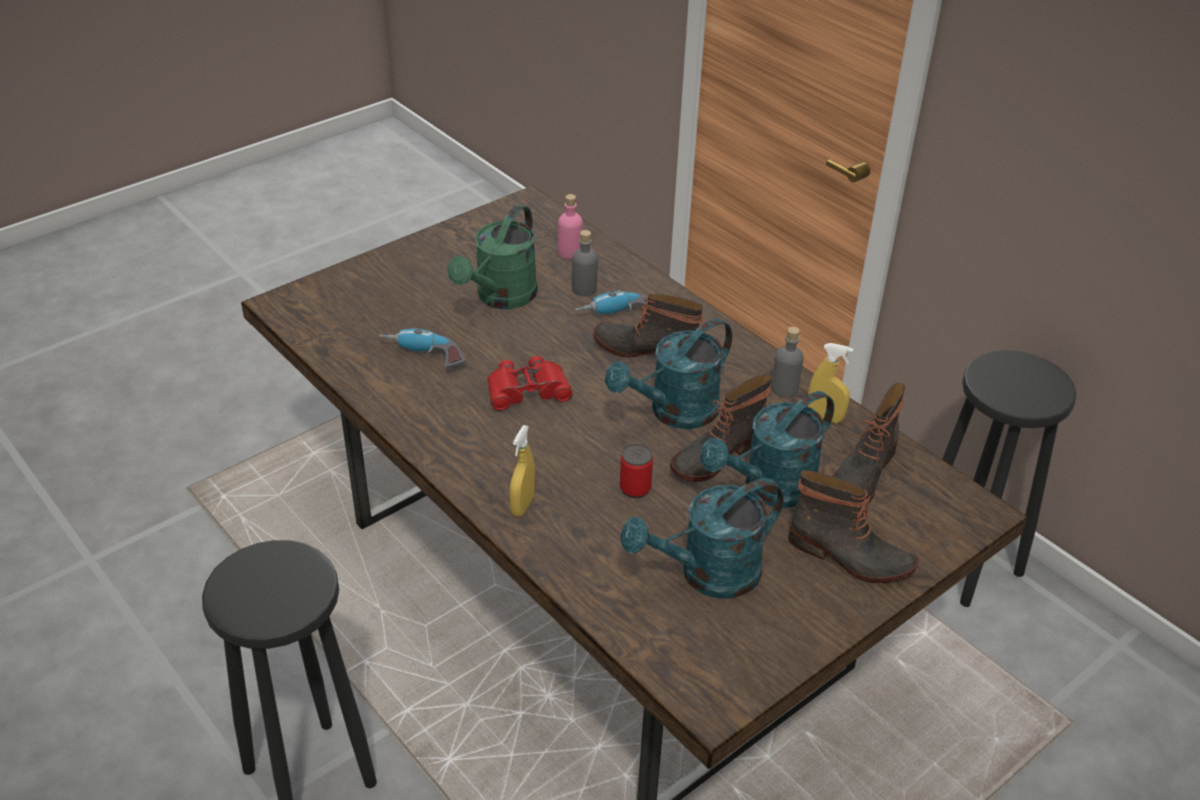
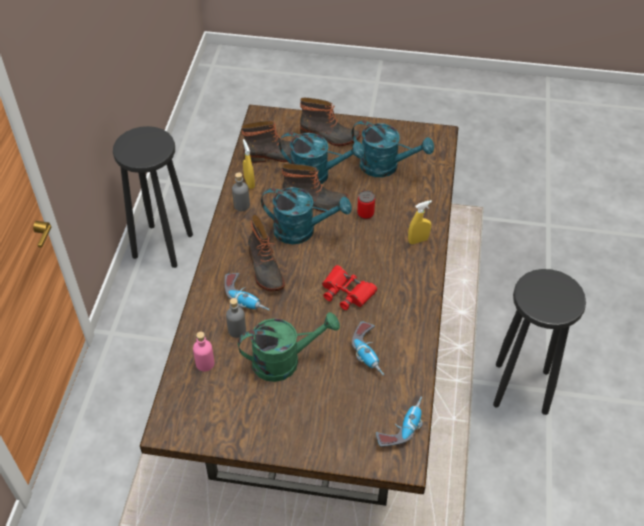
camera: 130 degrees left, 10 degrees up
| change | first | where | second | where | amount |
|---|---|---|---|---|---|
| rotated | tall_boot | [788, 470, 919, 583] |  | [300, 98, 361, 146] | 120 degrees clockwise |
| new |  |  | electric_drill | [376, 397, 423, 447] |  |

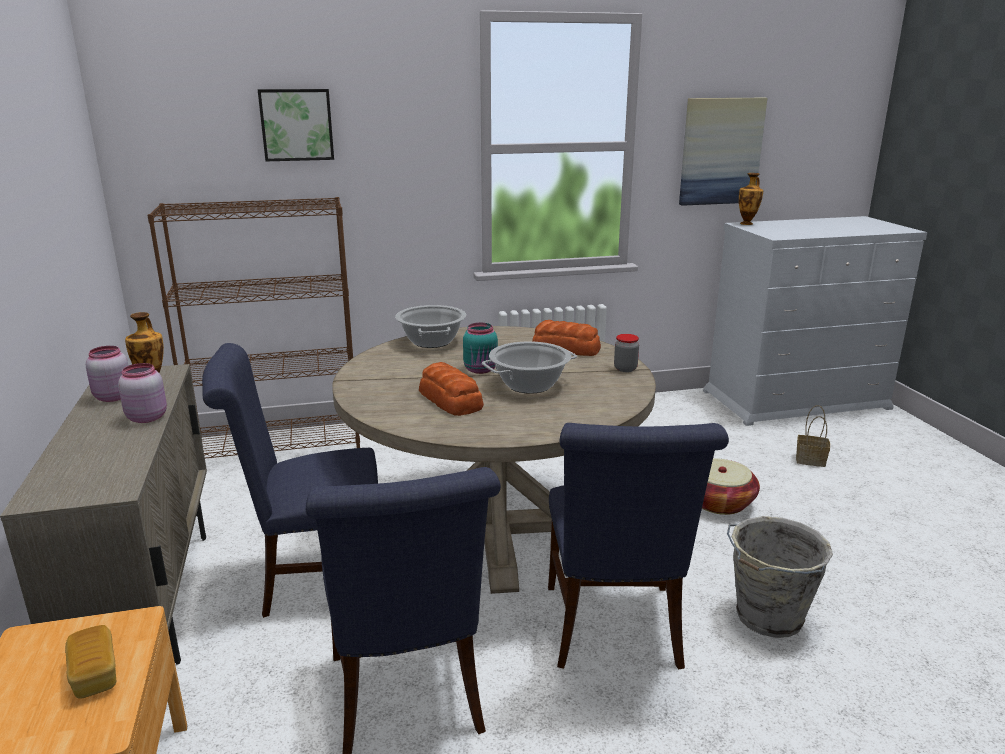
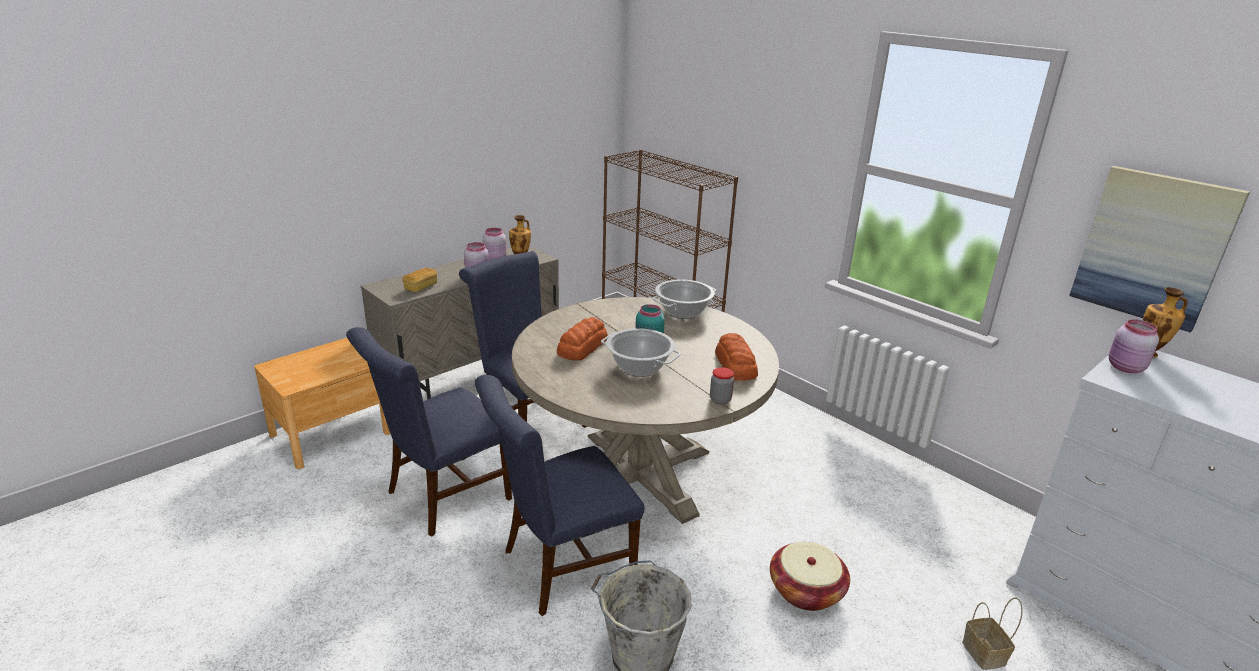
camera: 60 degrees right, 5 degrees up
| change | first | where | second | where | amount |
|---|---|---|---|---|---|
| shifted | bakery_bread | [65, 625, 116, 699] |  | [402, 268, 437, 292] |  |
| new |  |  | pink-coloured_preserve_jar | [1109, 319, 1159, 373] |  |
| gone | picture | [258, 89, 334, 161] |  |  |  |

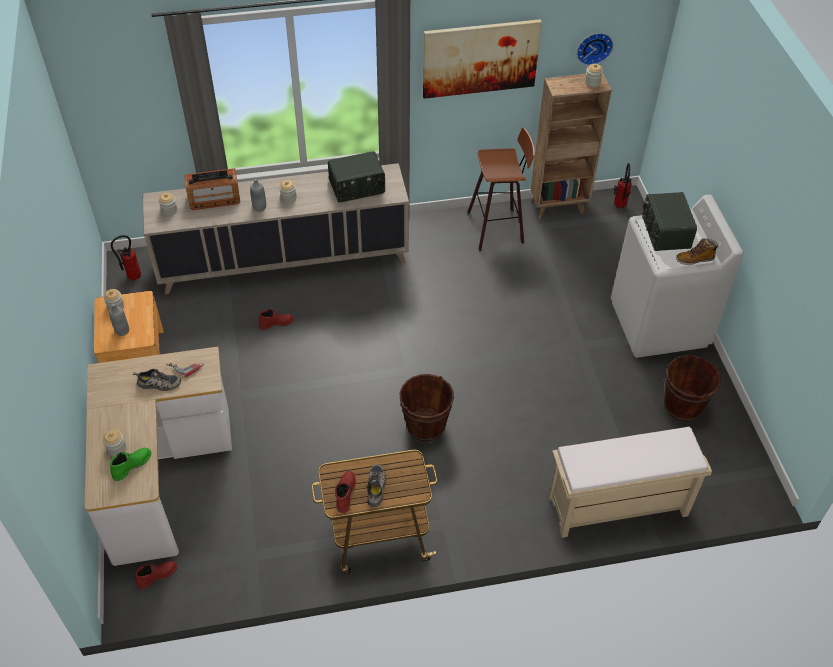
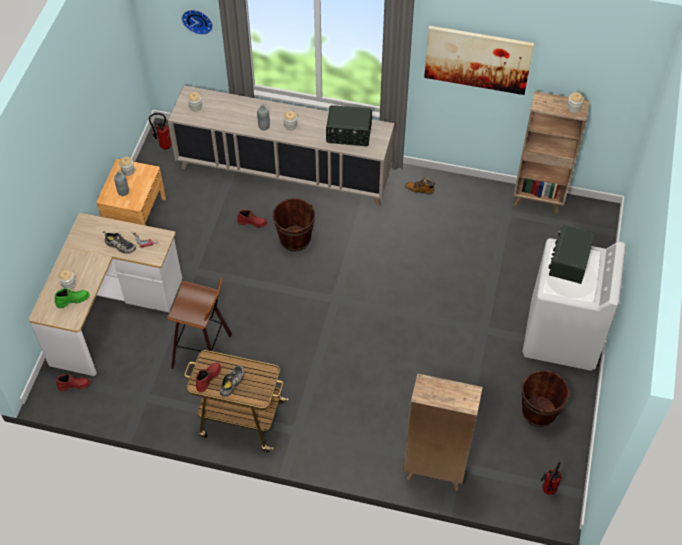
camera: 25 degrees right, 5 degrees up
| change | first | where | second | where | amount |
|---|---|---|---|---|---|
| shifted | sitting_stool | [468, 127, 535, 251] |  | [167, 277, 232, 369] |  |
| shifted | wall_clock | [577, 33, 613, 65] |  | [182, 10, 213, 35] |  |
| shifted | brownish_bucket | [400, 374, 454, 441] |  | [273, 198, 315, 251] |  |
| swapped | beige-coloured_bench | [549, 427, 712, 538] | brownish_bookcase | [403, 373, 483, 491] |  |
| shifted | tall_boot | [676, 238, 718, 265] |  | [405, 177, 436, 195] |  |
| shifted | extinguisher | [614, 163, 632, 208] |  | [541, 462, 562, 495] |  |
| gone | radio | [184, 168, 240, 210] |  |  |  |

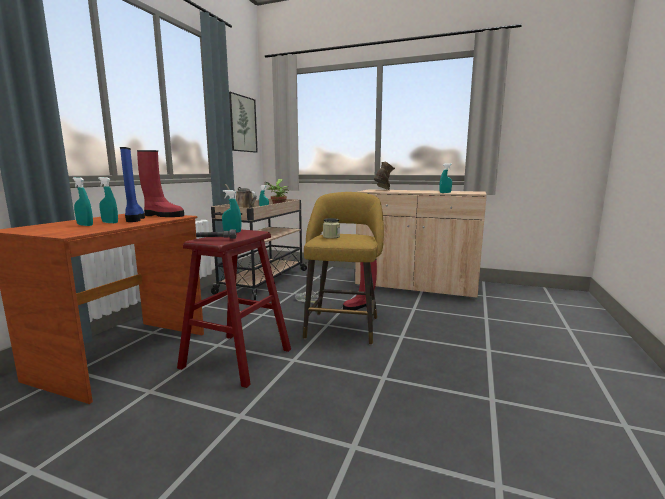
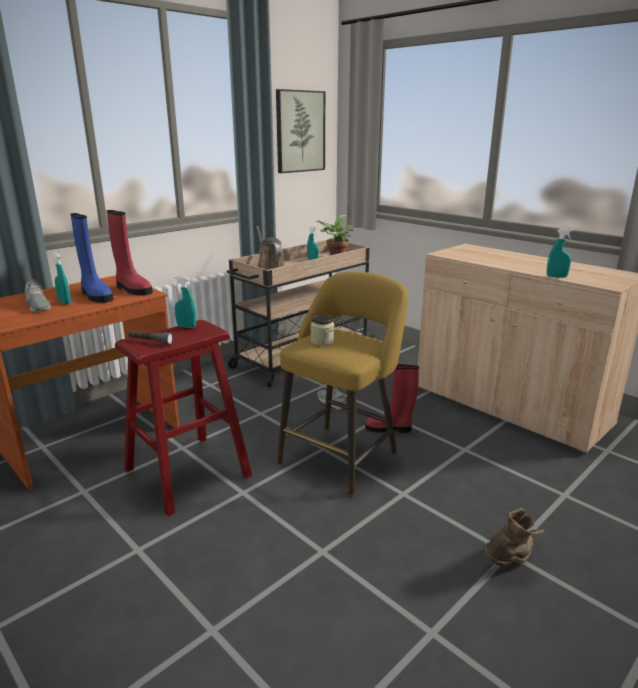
camera: 25 degrees right, 10 degrees up
| change | first | where | second | where | amount |
|---|---|---|---|---|---|
| swapped | blue-green_sprayer | [72, 177, 93, 226] | gray_shoe | [25, 280, 51, 311] |  |
| rotated | bluish_tall_boot | [120, 147, 145, 222] |  | [70, 213, 113, 303] | 135 degrees clockwise |
| shifted | brownish_tall_boot | [374, 162, 395, 190] |  | [482, 508, 544, 566] |  |

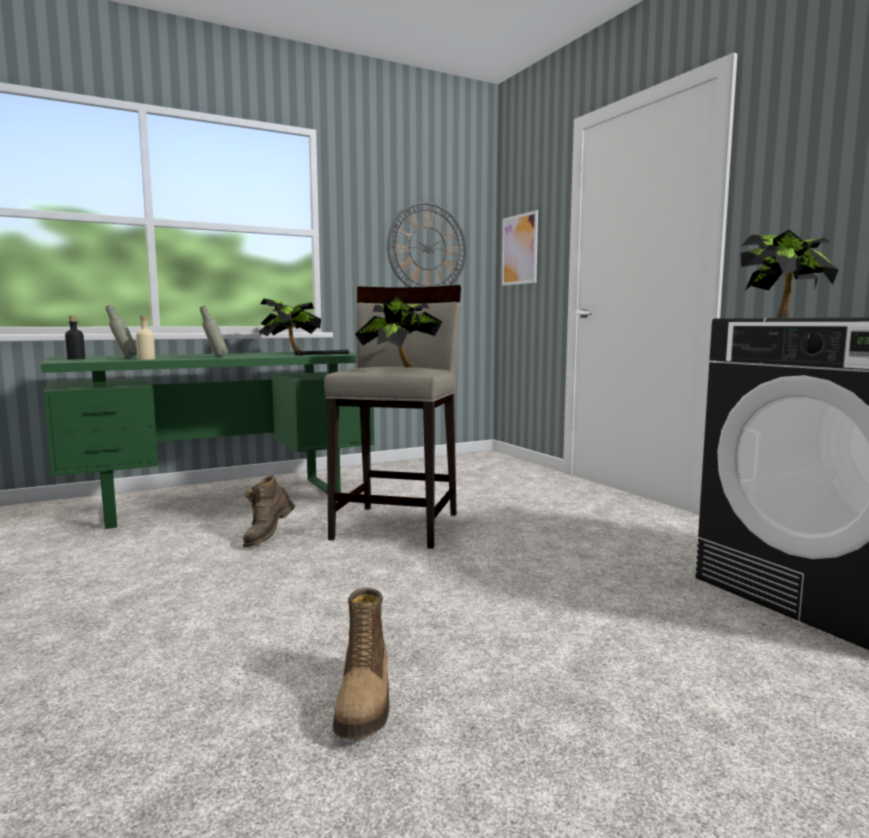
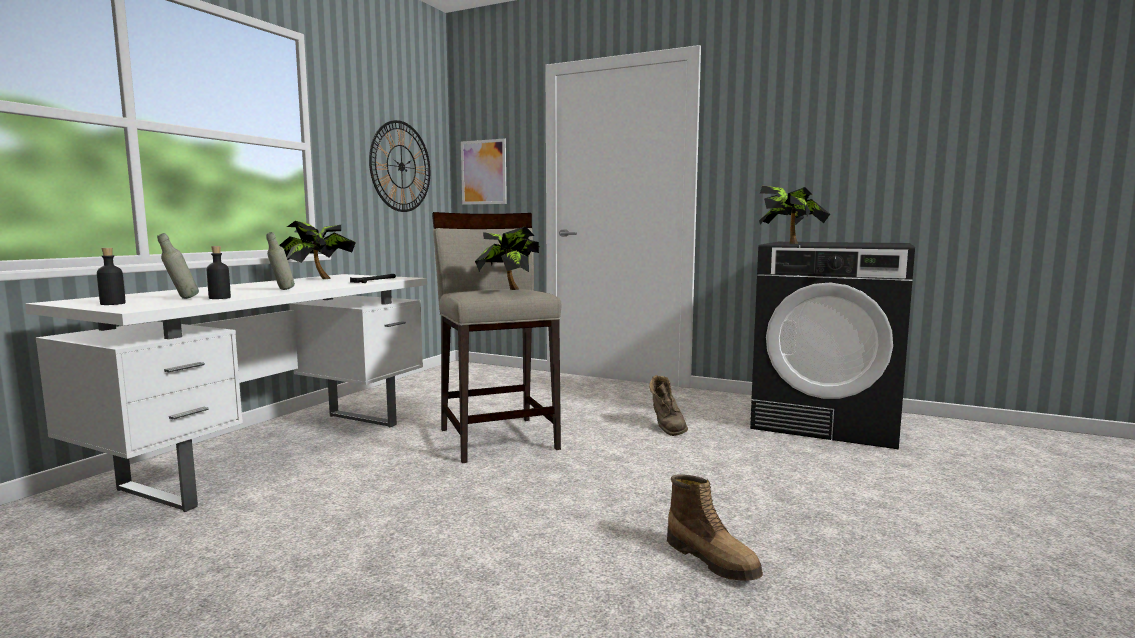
camera: 35 degrees left, 0 degrees up
| change | first | where | second | where | amount |
|---|---|---|---|---|---|
| repainted | green_desk | [41, 352, 375, 529] | whitish_desk | [25, 274, 427, 512] |  |
| repainted | beige-coloured_beverage_bottle | [136, 316, 155, 360] | blackish_beverage_bottle | [207, 246, 231, 299] |  |
| shifted | brownish_tall_boot | [243, 475, 295, 547] |  | [649, 375, 688, 436] |  |

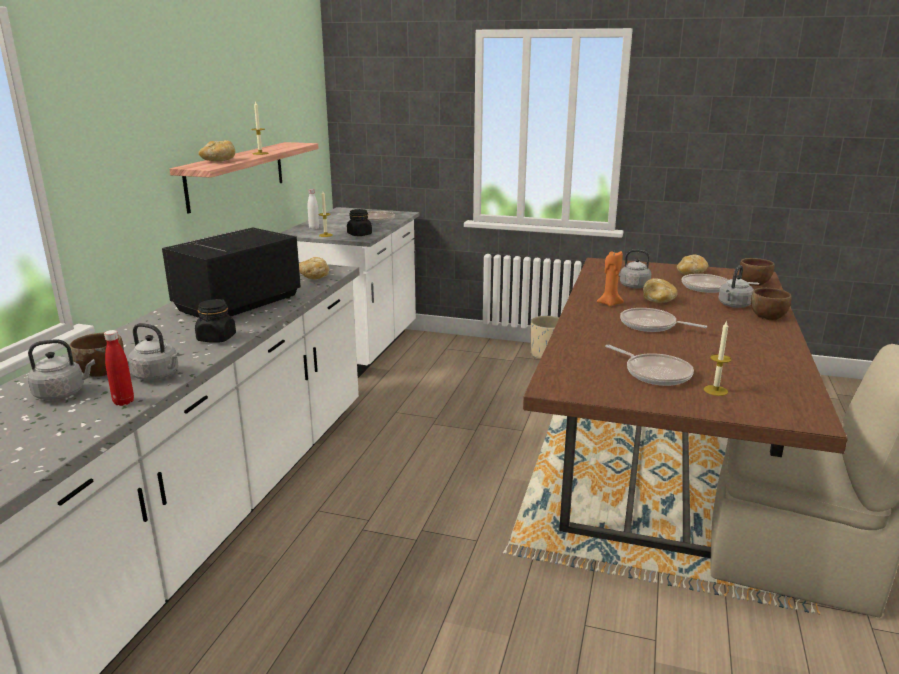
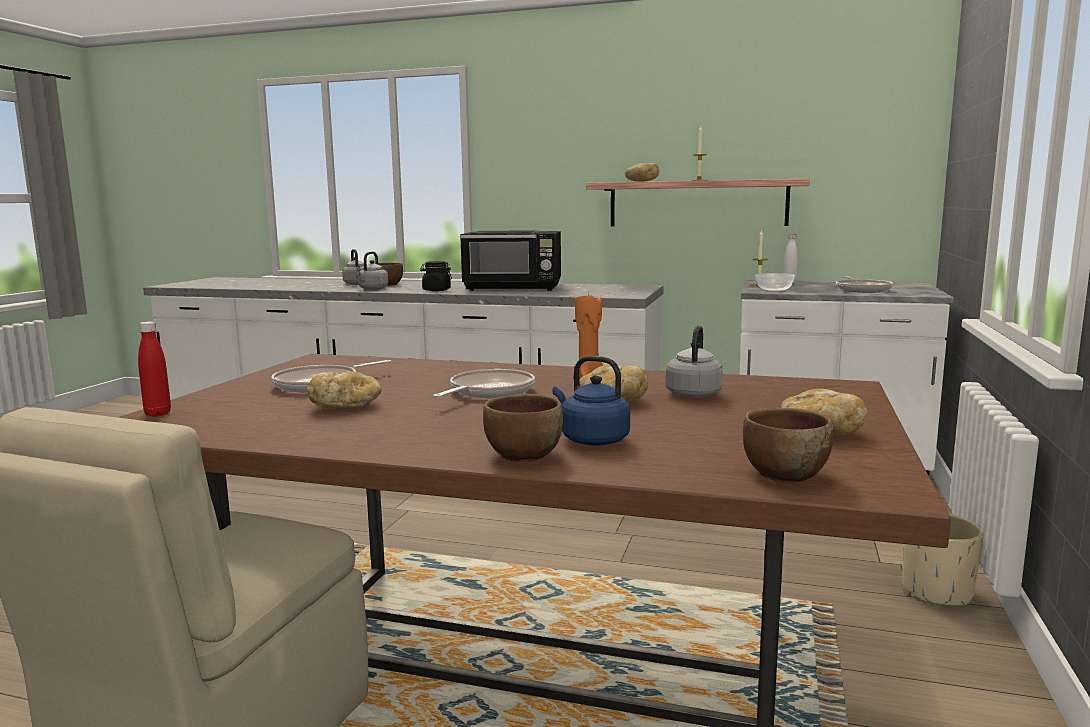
camera: 90 degrees right, 10 degrees down
| change | first | where | second | where | amount |
|---|---|---|---|---|---|
| shifted | red_beverage_bottle | [104, 330, 134, 406] |  | [138, 321, 171, 416] |  |
| shifted | bakery_bread | [299, 257, 329, 280] |  | [307, 372, 382, 408] |  |
| rotated | blackish_microwave | [162, 227, 301, 318] |  | [460, 230, 561, 291] | 150 degrees clockwise |
| repainted | gray_tea_kettle | [718, 265, 754, 308] | bluish_tea_kettle | [553, 356, 630, 446] |  |
| swapped | blackish_preserve_jar | [347, 209, 372, 236] | serving_bowl | [755, 273, 795, 291] |  |
| gone | skillet | [682, 274, 759, 293] |  |  |  |
| gone | wax_candle | [704, 320, 731, 396] |  |  |  |

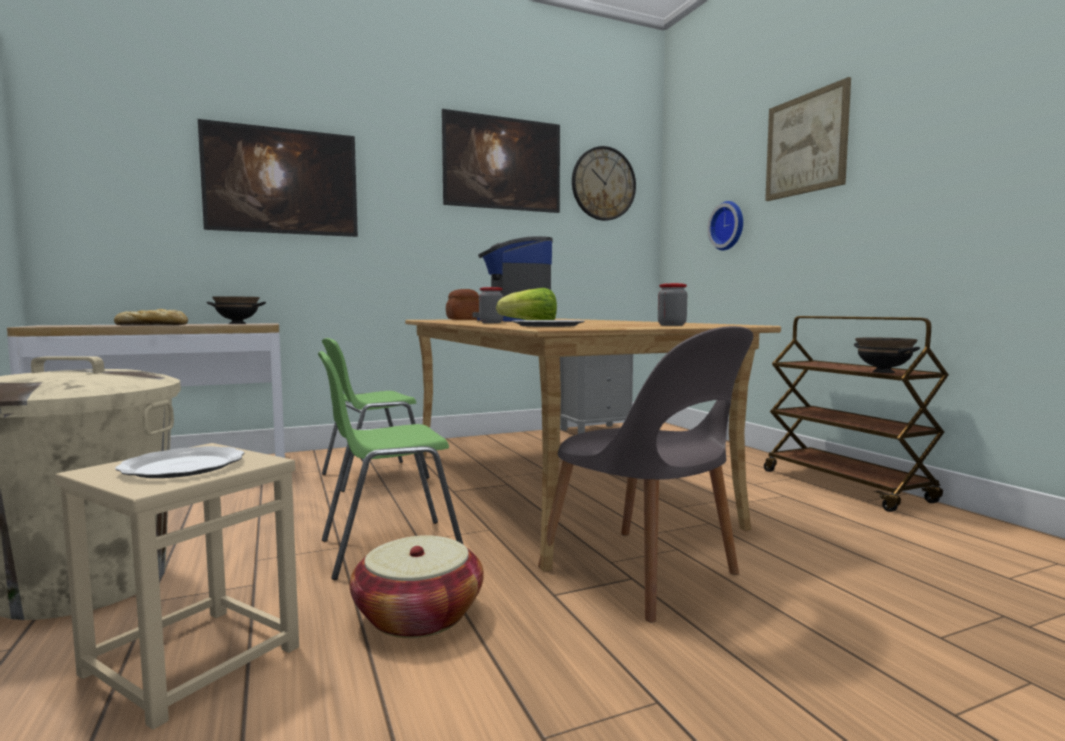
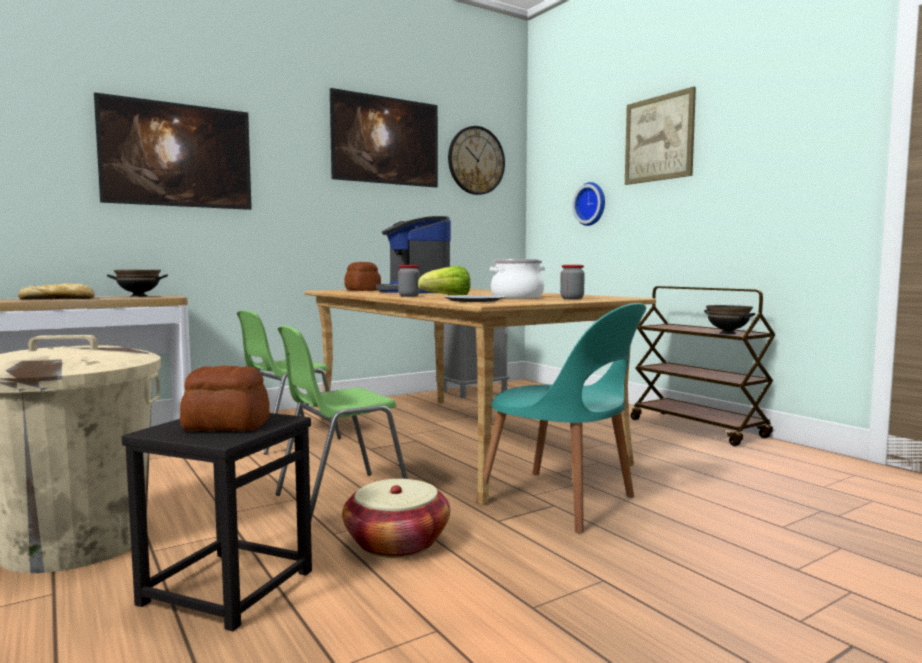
camera: 10 degrees left, 0 degrees up
| change | first | where | second | where | amount |
|---|---|---|---|---|---|
| repainted | beige-coloured_sitting_stool | [55, 443, 299, 730] | blackish_sitting_stool | [122, 413, 312, 631] |  |
| swapped | flat_dish | [115, 446, 245, 478] | bakery_bread | [180, 366, 270, 431] |  |
| repainted | gray_plain_chair | [538, 326, 753, 623] | blue-green_plain_chair | [476, 303, 646, 533] |  |
| new |  |  | stockpot | [490, 259, 545, 299] |  |

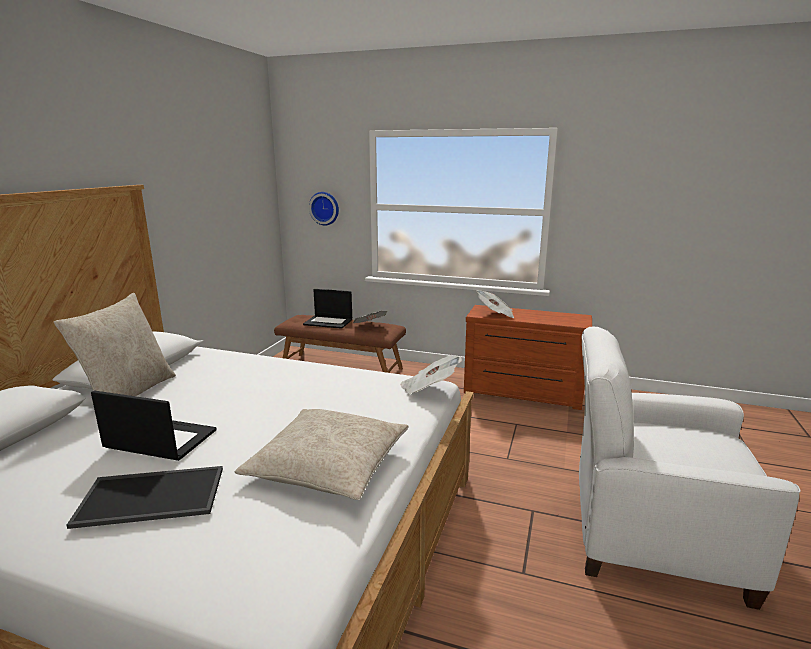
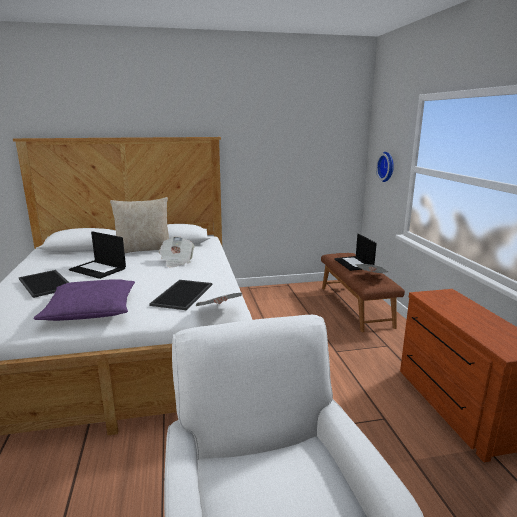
camera: 60 degrees right, 0 degrees up
| change | first | where | second | where | amount |
|---|---|---|---|---|---|
| repainted | beige-coloured_cushion | [235, 409, 409, 500] | purple-coloured_cushion | [33, 279, 135, 321] |  |
| rotated | portable_computer | [91, 390, 217, 461] |  | [69, 231, 126, 279] | 135 degrees clockwise |
| new |  |  | tray | [149, 280, 212, 310] |  |
| shifted | newspaper | [476, 290, 514, 318] |  | [159, 236, 195, 268] |  |

